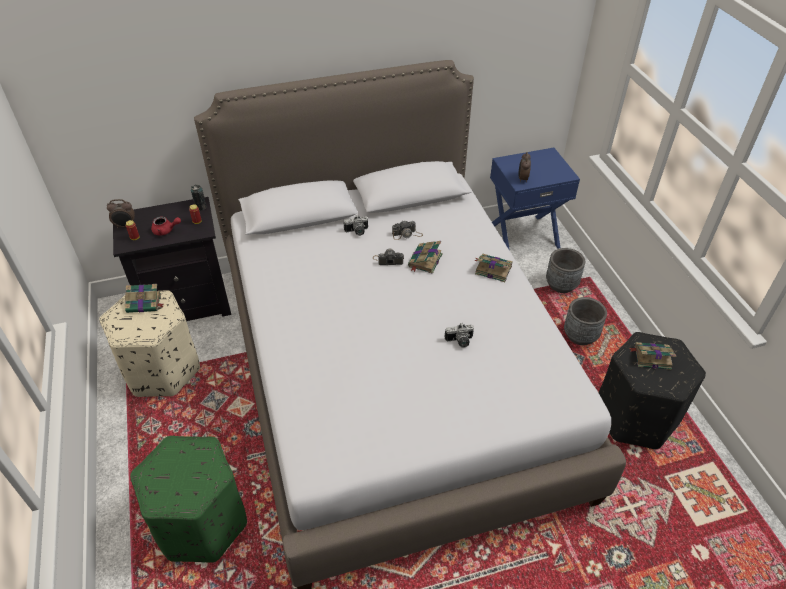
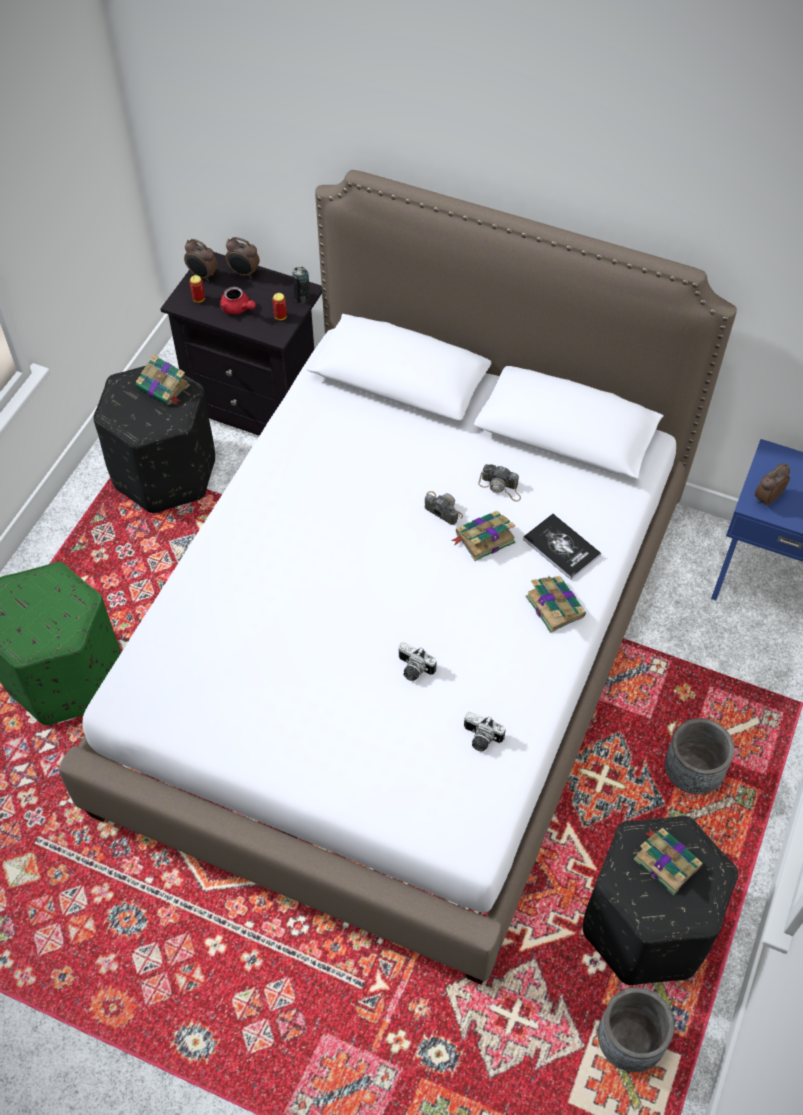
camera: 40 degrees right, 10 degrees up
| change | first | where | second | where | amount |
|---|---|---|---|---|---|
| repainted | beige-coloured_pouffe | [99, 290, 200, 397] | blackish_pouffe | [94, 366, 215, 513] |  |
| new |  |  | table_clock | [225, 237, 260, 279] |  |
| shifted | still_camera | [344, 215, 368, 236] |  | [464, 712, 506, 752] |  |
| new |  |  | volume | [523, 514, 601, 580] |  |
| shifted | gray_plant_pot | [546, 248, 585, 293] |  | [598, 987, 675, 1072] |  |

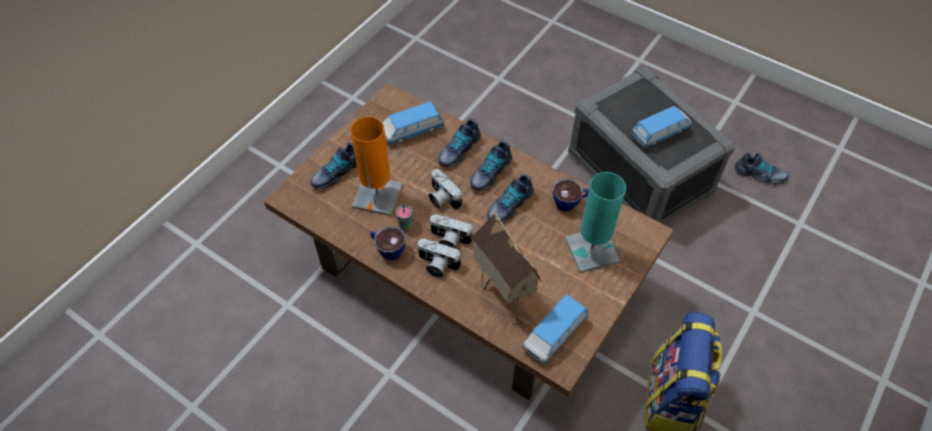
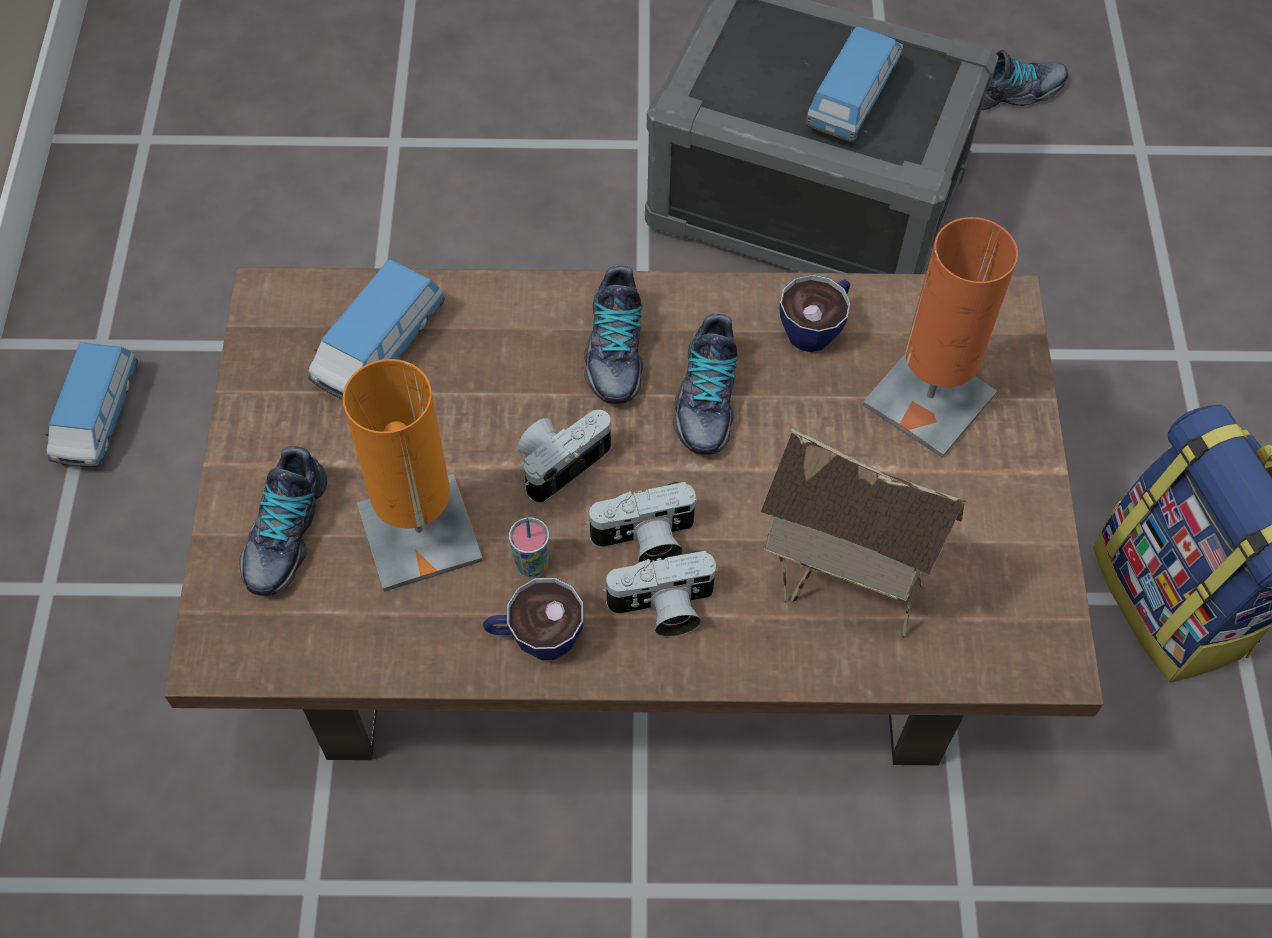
camera: 35 degrees left, 5 degrees up
| change | first | where | second | where | amount |
|---|---|---|---|---|---|
| shifted | miniature_car | [522, 294, 589, 364] |  | [45, 342, 138, 467] |  |
| rotated | still_camera | [429, 169, 462, 210] |  | [517, 410, 611, 504] | 120 degrees clockwise |
| repainted | blue-green_table_lamp | [565, 172, 626, 273] | orange_table_lamp | [863, 217, 1018, 458] |  |
| gone | shoe | [438, 119, 481, 167] |  |  |  |

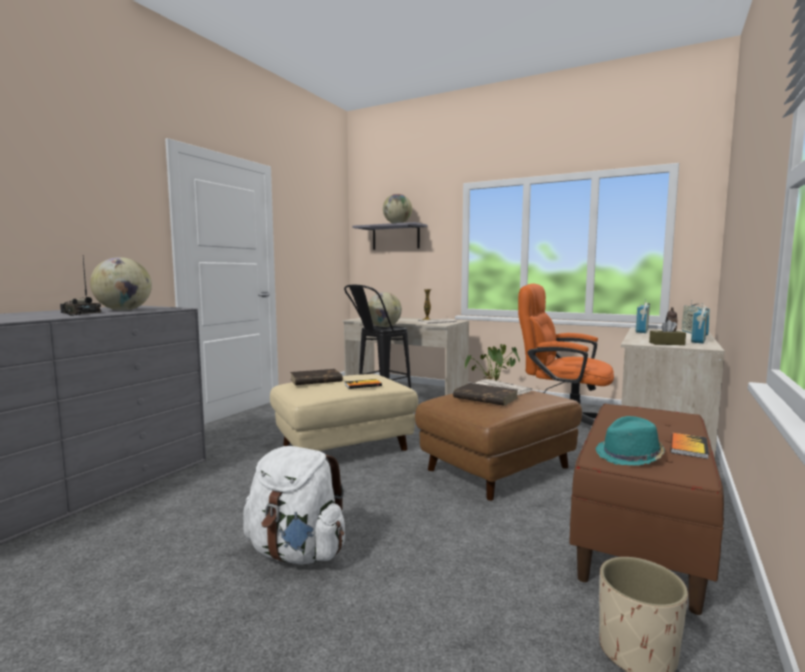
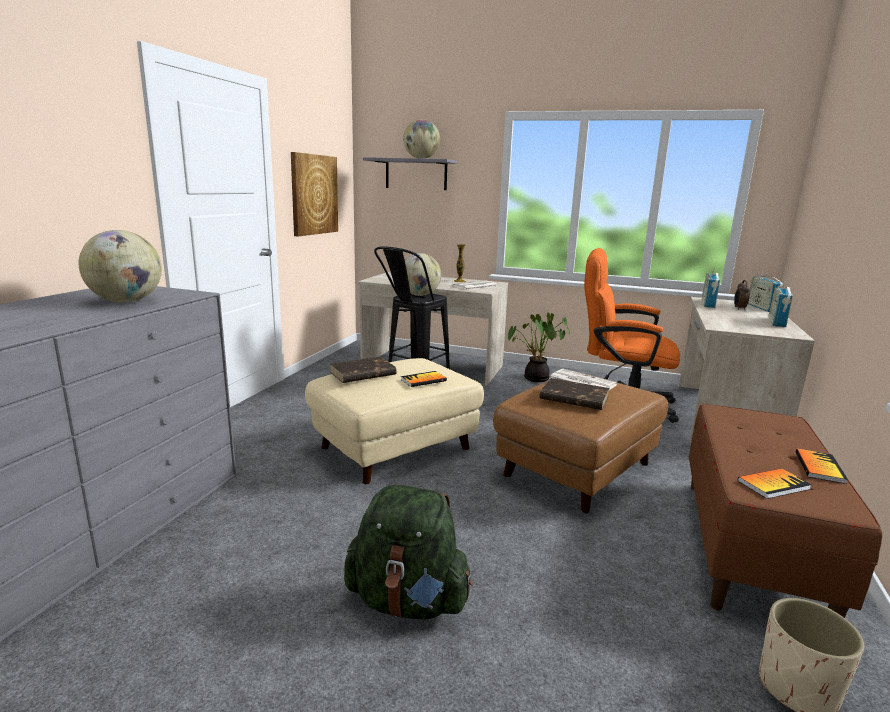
camera: 10 degrees left, 10 degrees up
| change | first | where | second | where | amount |
|---|---|---|---|---|---|
| new |  |  | picture | [291, 152, 338, 236] |  |
| repainted | whitish_knapsack | [243, 446, 345, 565] | green_knapsack | [344, 484, 473, 620] |  |
| swapped | blue-green_wearable_hat | [596, 416, 665, 466] | volume | [738, 468, 812, 499] |  |
| gone | radio | [60, 257, 102, 316] |  |  |  |
| gone | brownish_box_of_tissues | [649, 320, 686, 345] |  |  |  |

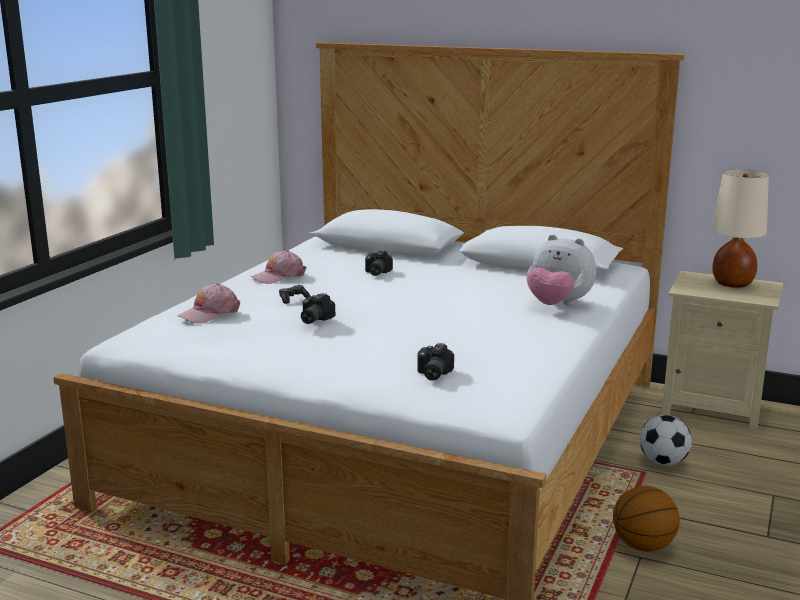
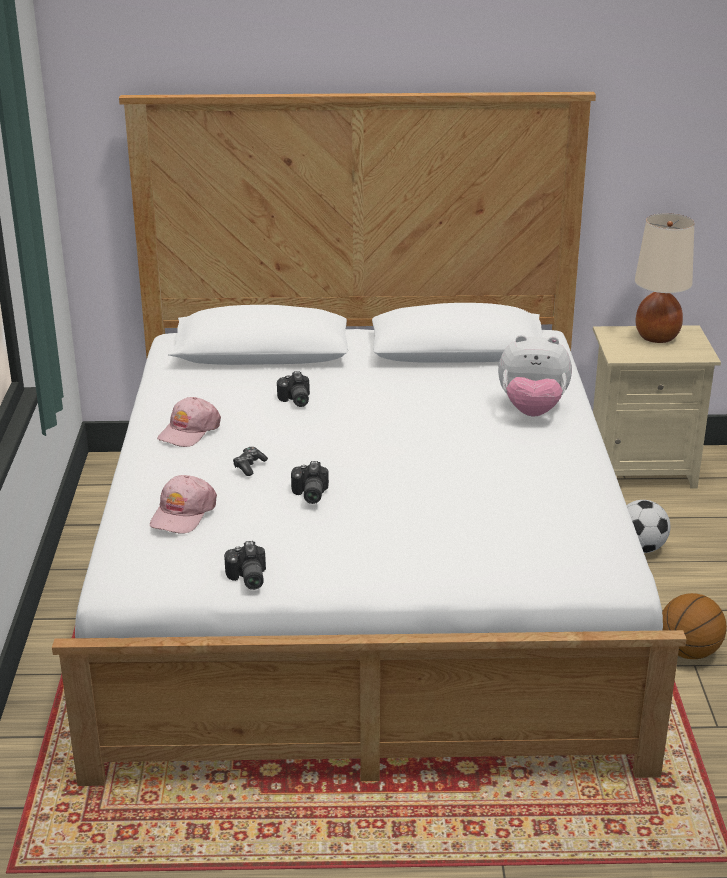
camera: 25 degrees left, 10 degrees up
| change | first | where | second | where | amount |
|---|---|---|---|---|---|
| shifted | still_camera | [417, 343, 454, 381] |  | [224, 541, 266, 590] |  |

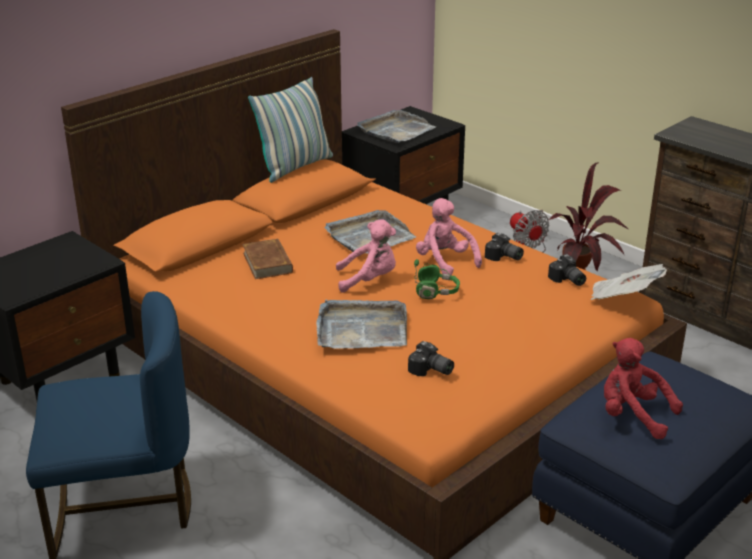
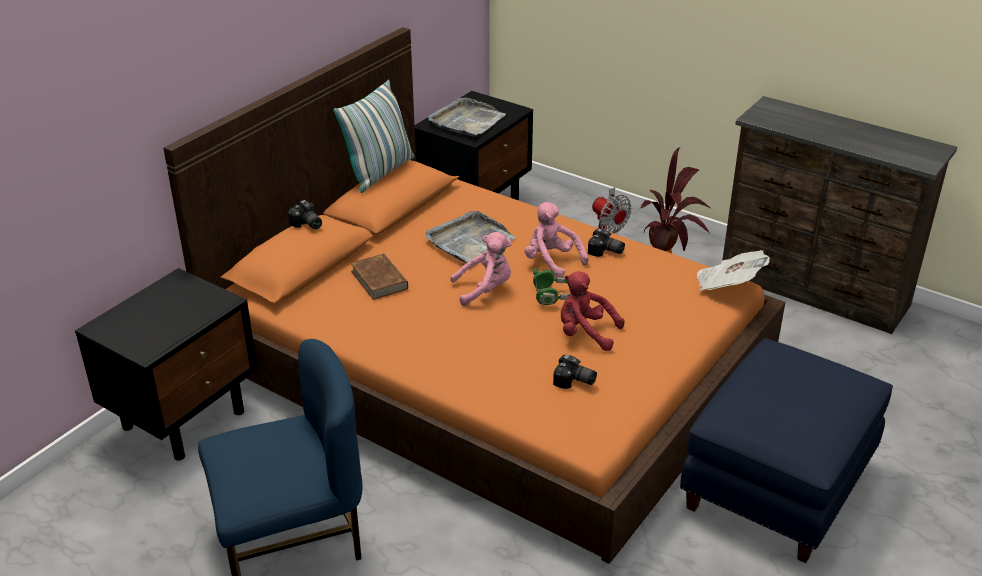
camera: 10 degrees left, 5 degrees up
| change | first | where | second | where | amount |
|---|---|---|---|---|---|
| shifted | still_camera | [548, 254, 586, 286] |  | [288, 200, 322, 229] |  |
| shifted | red_soft_toy | [604, 338, 683, 439] |  | [561, 271, 625, 351] |  |
| gone | gray_tray | [316, 299, 407, 349] |  |  |  |

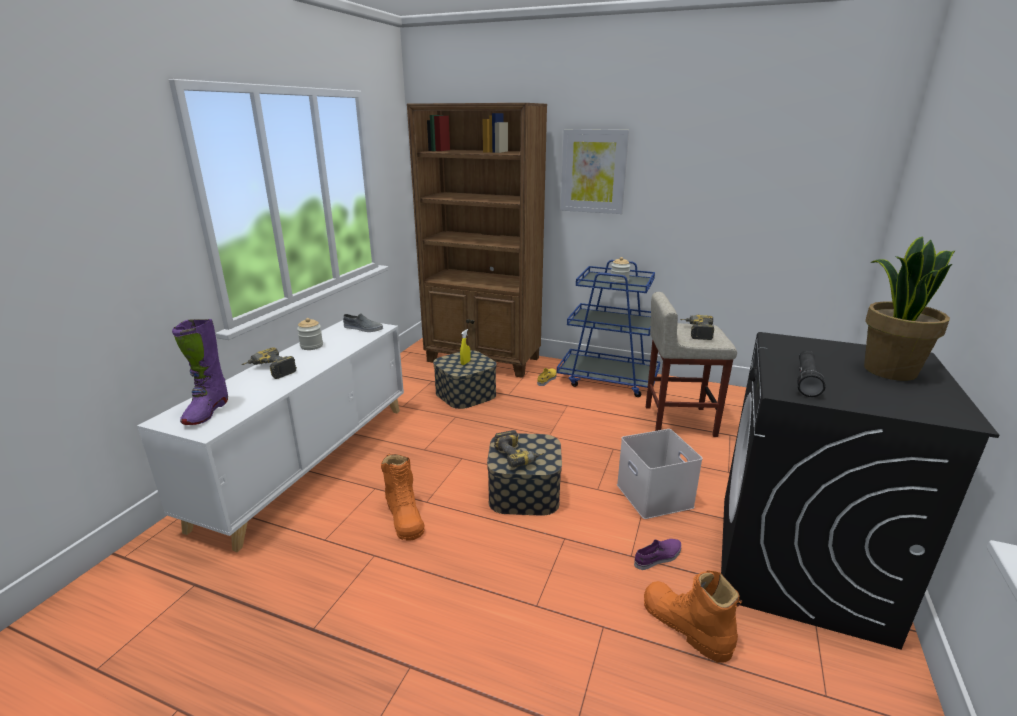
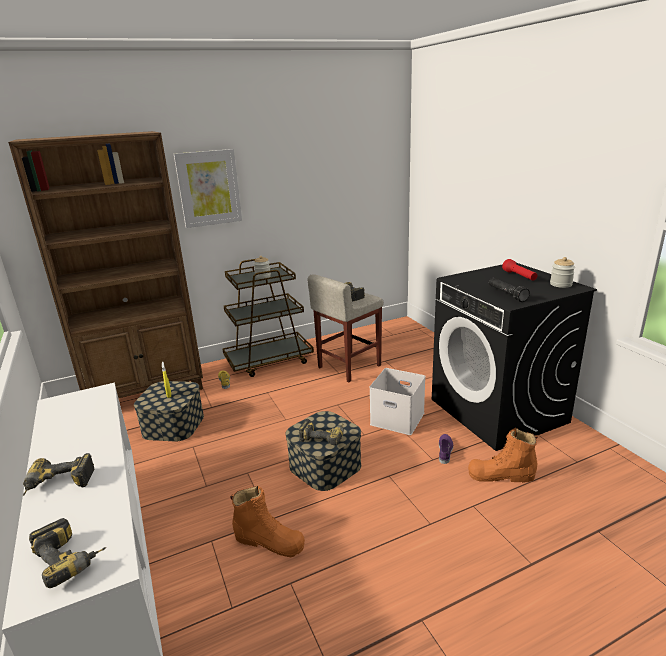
camera: 45 degrees left, 0 degrees up
| change | first | where | second | where | amount |
|---|---|---|---|---|---|
| swapped | purple-coloured_tall_boot | [172, 319, 228, 425] | electric_drill | [29, 518, 106, 588] |  |
| repainted | bluish_wheeled_cart | [557, 260, 660, 397] | brownish_wheeled_cart | [223, 259, 314, 377] |  |
| swapped | plant_in_a_pot | [864, 236, 955, 381] | red_hand_torch | [502, 259, 538, 281] |  |
| shifted | preserve_jar | [297, 318, 323, 350] |  | [550, 257, 575, 288] |  |
| gone | gray_shoe | [343, 313, 383, 332] |  |  |  |

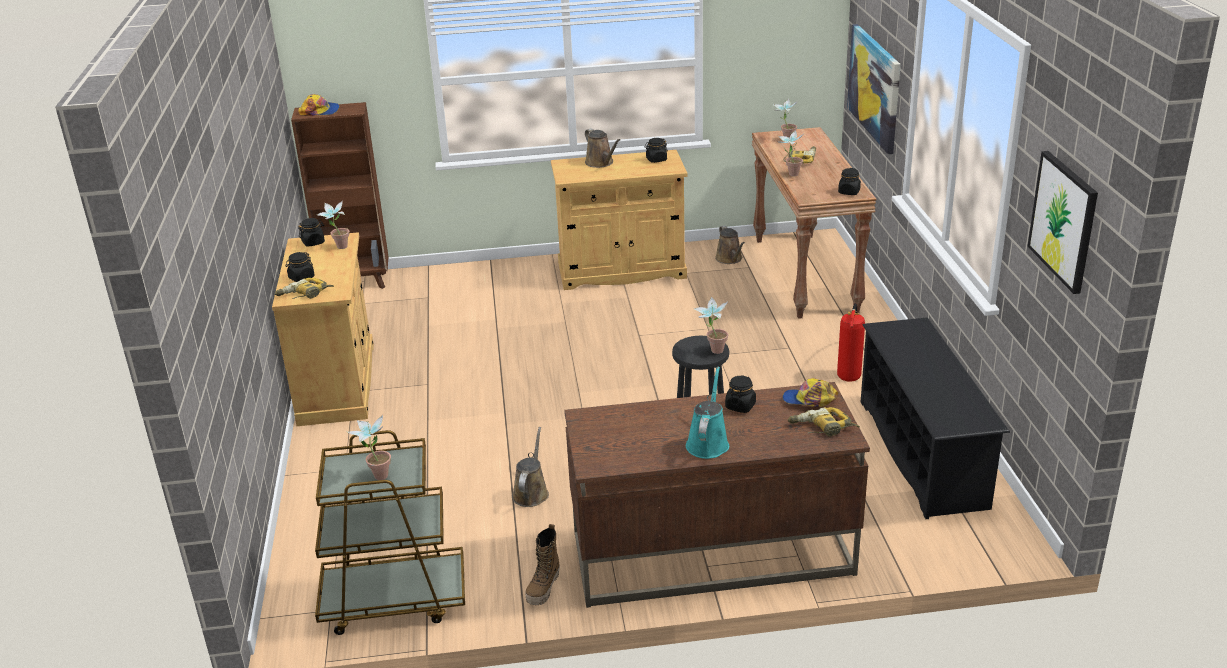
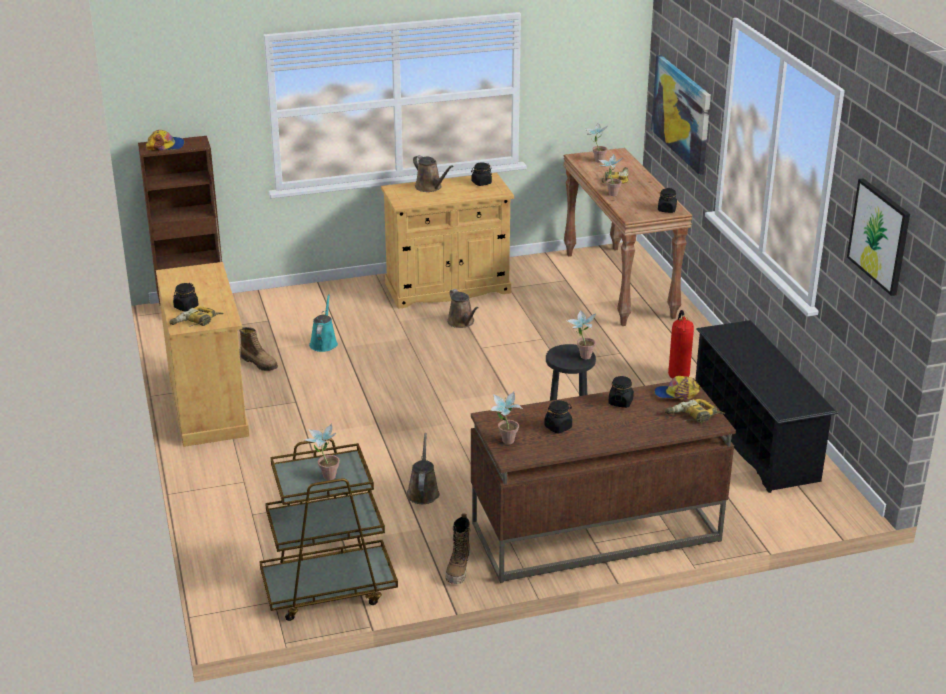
camera: 10 degrees left, 0 degrees up
| change | first | where | second | where | amount |
|---|---|---|---|---|---|
| new |  |  | tall_boot | [239, 327, 278, 371] |  |
| shifted | blue-green_sprinkling_can | [686, 367, 729, 459] |  | [309, 294, 338, 352] |  |
| shifted | brownish_sprinkling_can | [715, 225, 745, 264] |  | [447, 289, 479, 328] |  |
| shifted | plant_in_a_pot | [317, 201, 349, 249] |  | [491, 391, 523, 444] |  |
| shifted | blackish_preserve_jar | [298, 218, 325, 247] |  | [544, 400, 572, 433] |  |

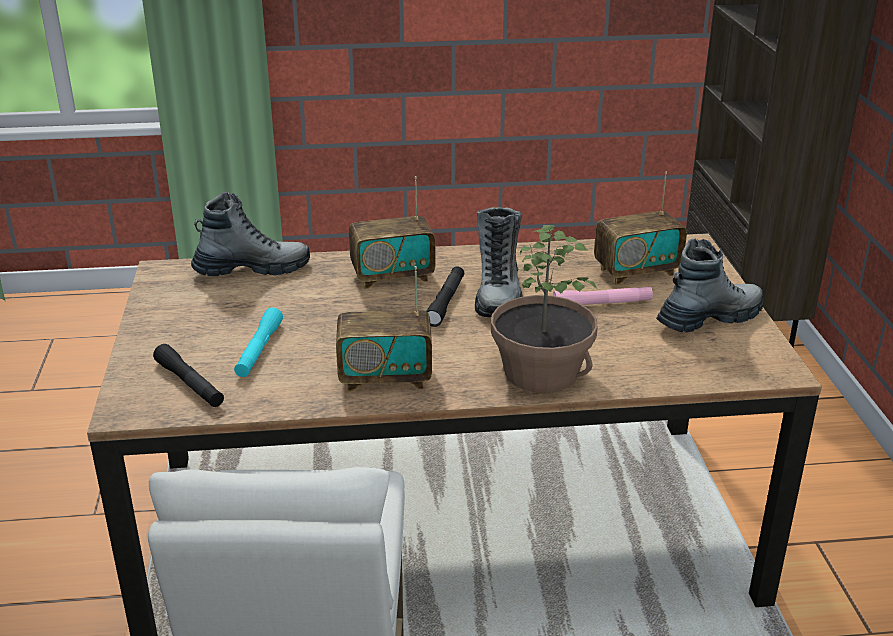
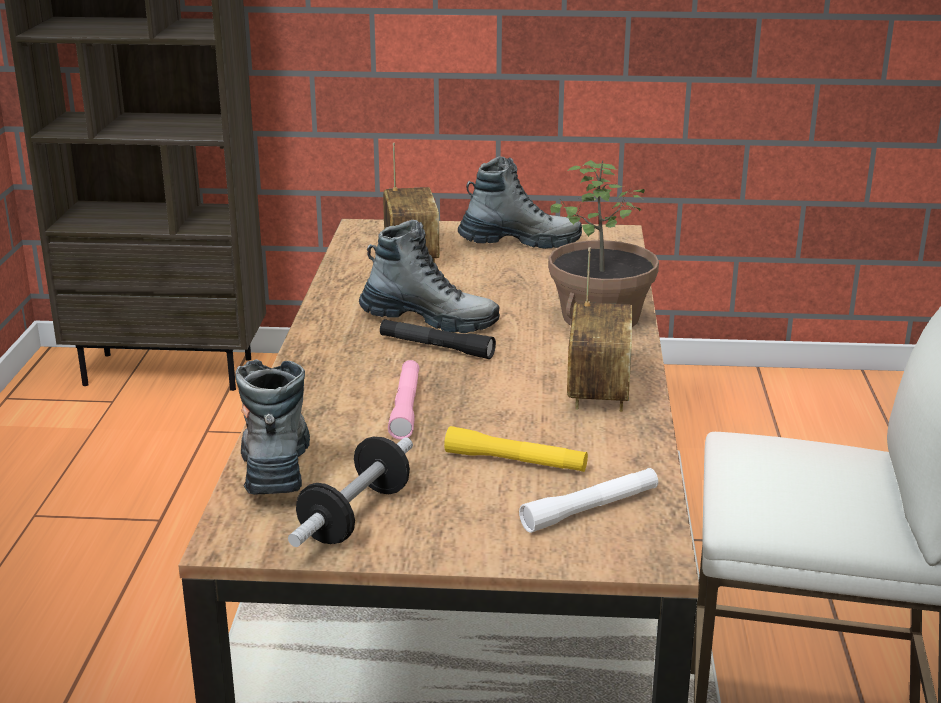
camera: 80 degrees left, 5 degrees down
| change | first | where | second | where | amount |
|---|---|---|---|---|---|
| new |  |  | dumbbell | [288, 436, 413, 547] |  |
| shifted | pink-coloured_hand_torch | [553, 287, 653, 305] |  | [388, 360, 419, 440] |  |
| repainted | blue-green_hand_torch | [234, 307, 283, 377] | yellow-coloured_hand_torch | [444, 426, 588, 472] |  |
| rotated | tall_boot | [656, 239, 764, 333] |  | [458, 156, 582, 249] | 105 degrees clockwise |
| repainted | blackish_hand_torch | [153, 344, 224, 407] | whitish_hand_torch | [519, 468, 658, 533] |  |
| gone | radio | [349, 176, 436, 289] |  |  |  |

